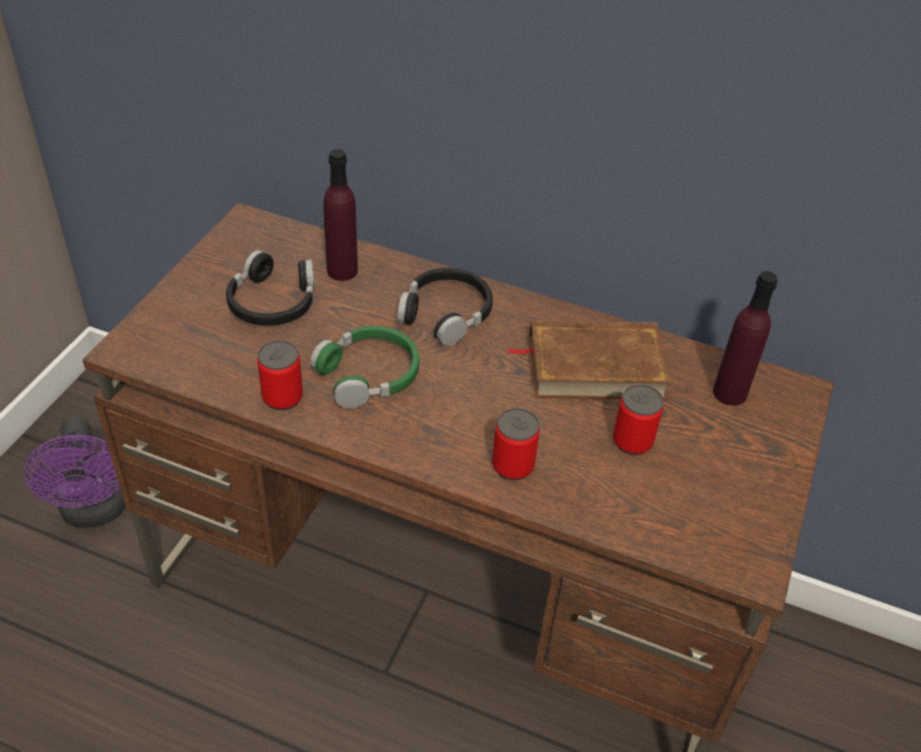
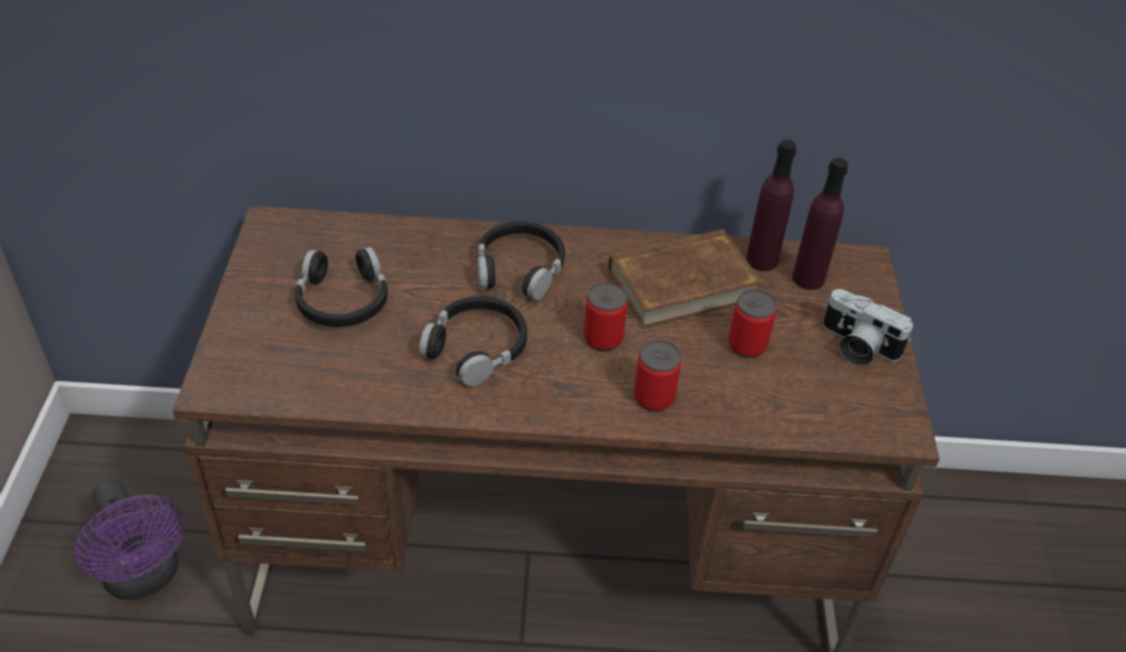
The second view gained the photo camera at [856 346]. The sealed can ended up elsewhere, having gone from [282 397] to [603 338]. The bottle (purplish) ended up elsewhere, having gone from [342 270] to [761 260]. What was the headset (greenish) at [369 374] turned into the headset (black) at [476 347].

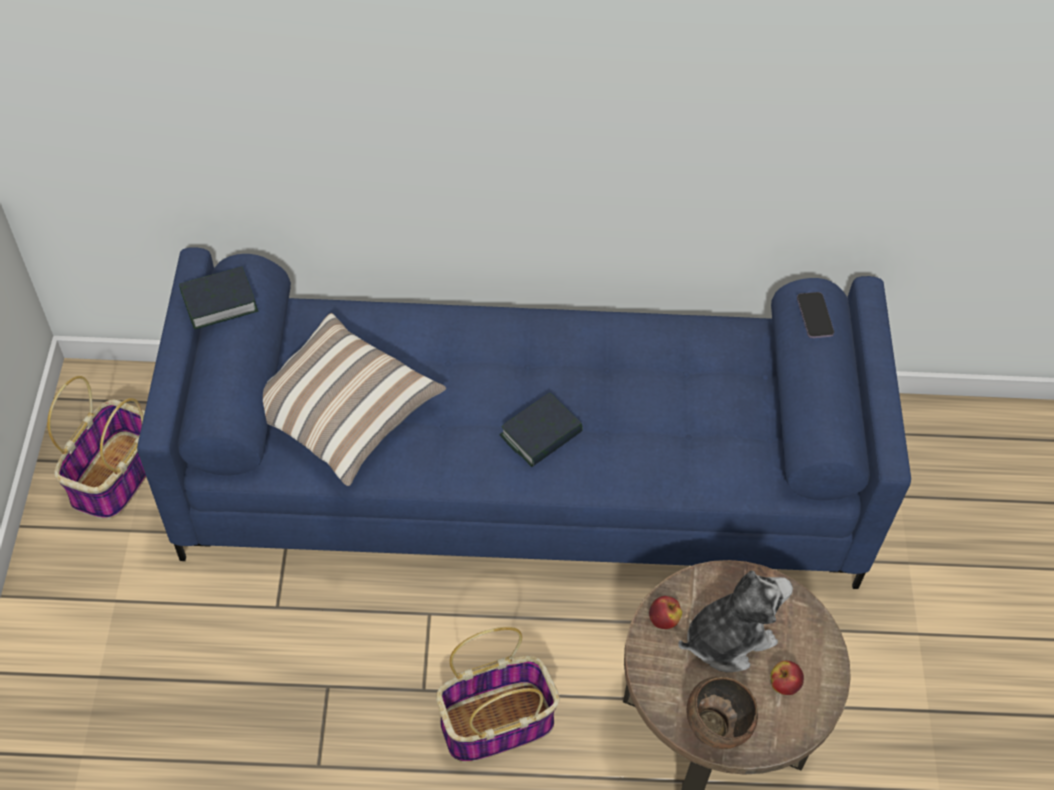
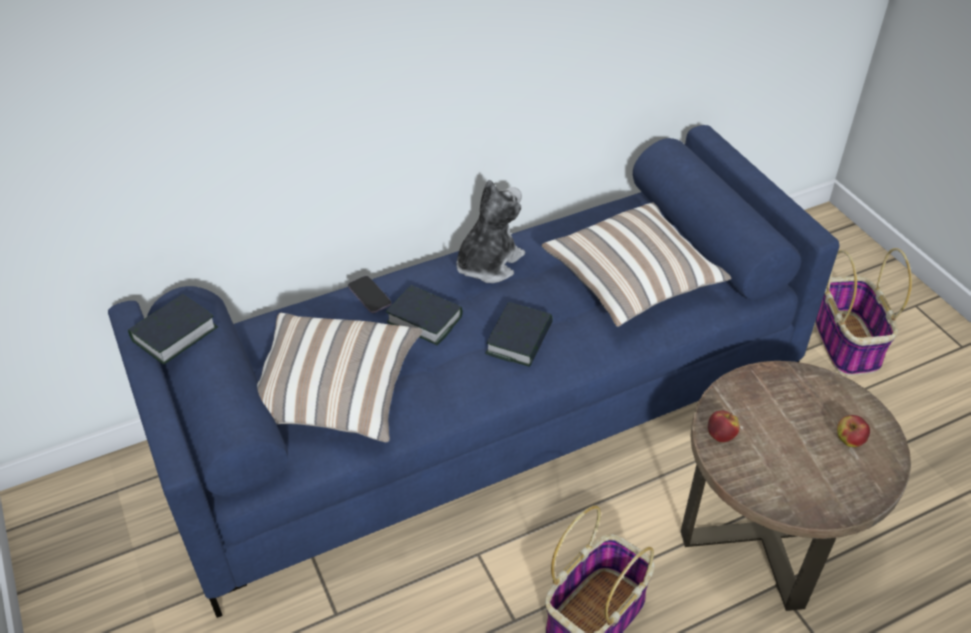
The second view lost the bowl (brown-coloured) at [715 728]. The second view gained the book at [424 319]. The second view gained the cushion at [632 282]. The basket ended up elsewhere, having gone from [115 478] to [847 344]. The soft toy ended up elsewhere, having gone from [727 637] to [488 263]. The telephone ended up elsewhere, having gone from [814 316] to [369 296].

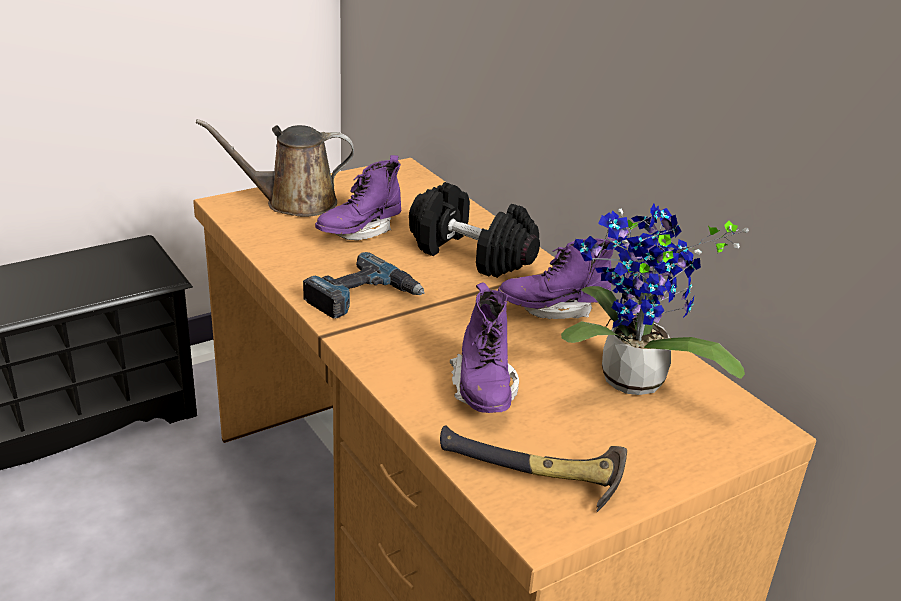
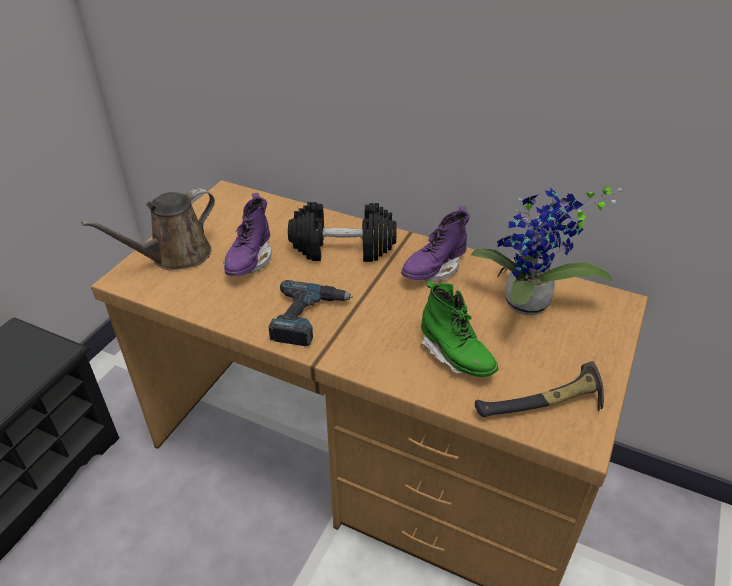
What was the boot (purplish) at [483 390] turned into the boot (greenish) at [455 356].

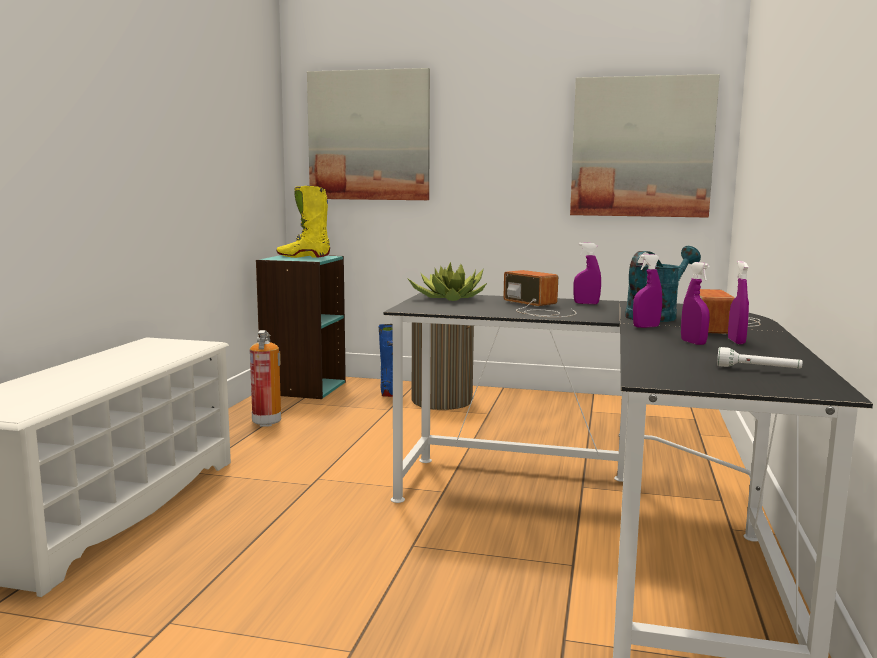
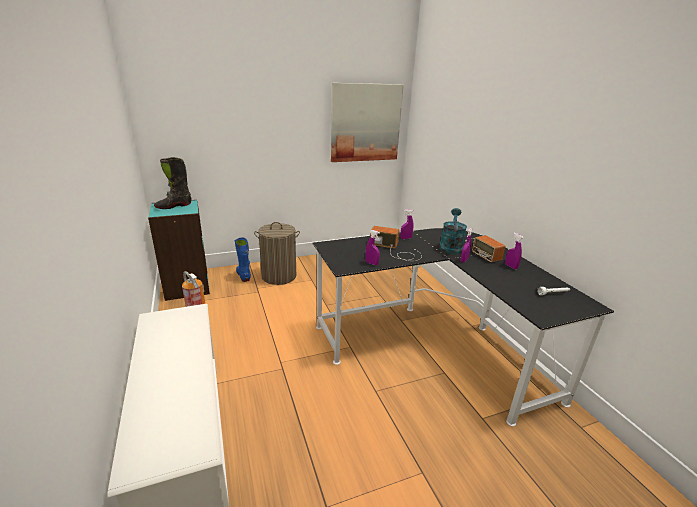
The second view lost the wall art at [369 136]. The second view lost the houseplant at [448 298]. The spray bottle (purplish) ended up elsewhere, having gone from [693 343] to [371 263]. What was the boot (yellow) at [303 256] turned into the boot (black) at [173 206].

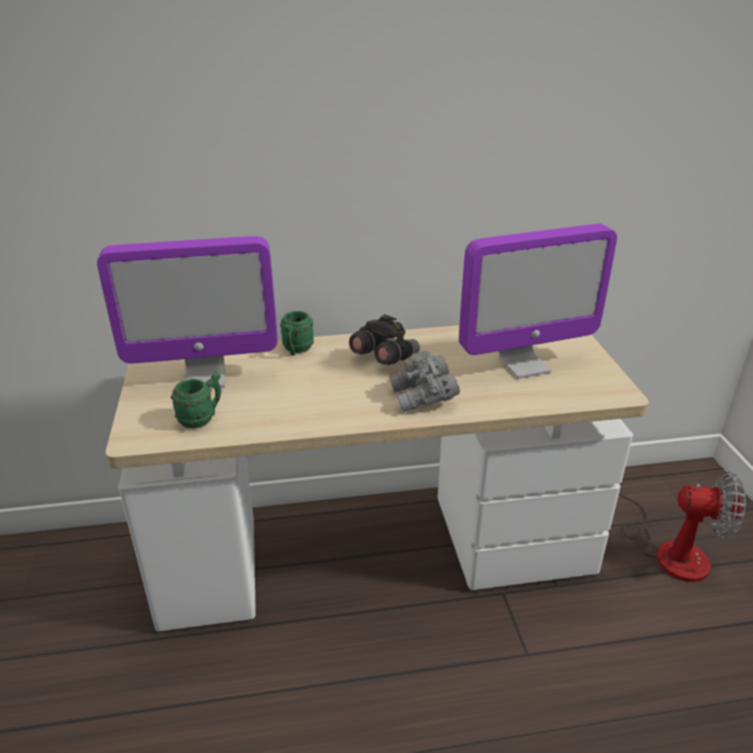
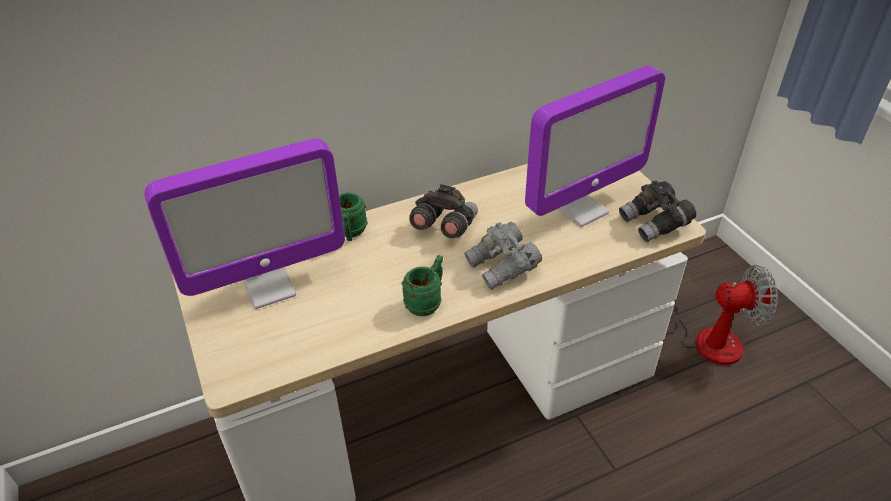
The second view gained the field glasses (greyish) at [654 224]. The mug (greenish) ended up elsewhere, having gone from [202 418] to [427 302].

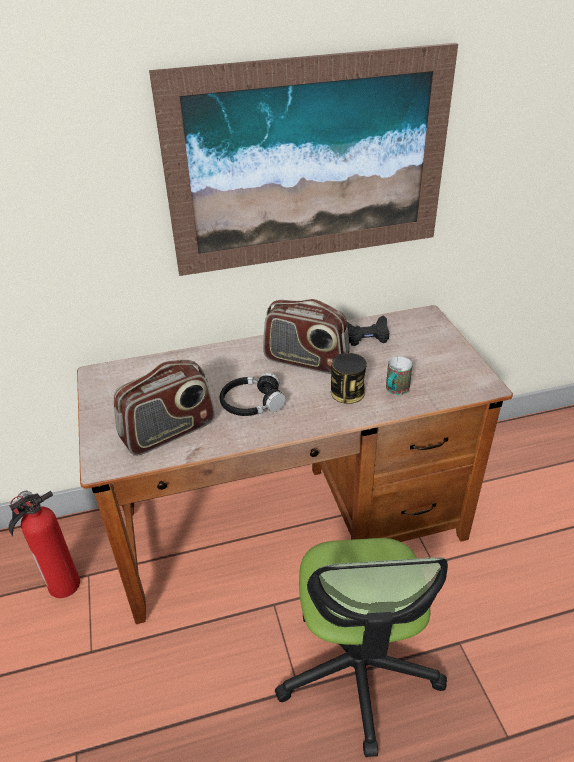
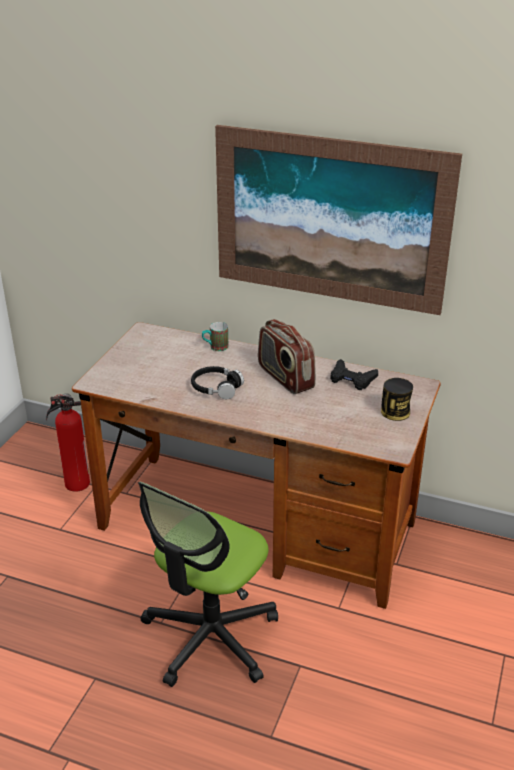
The second view lost the radio at [169 432]. The sealed can ended up elsewhere, having gone from [347 392] to [395 412]. The mug ended up elsewhere, having gone from [395 391] to [215 347].

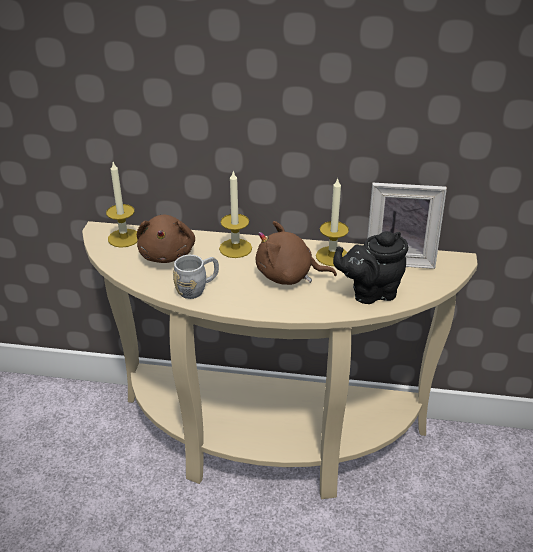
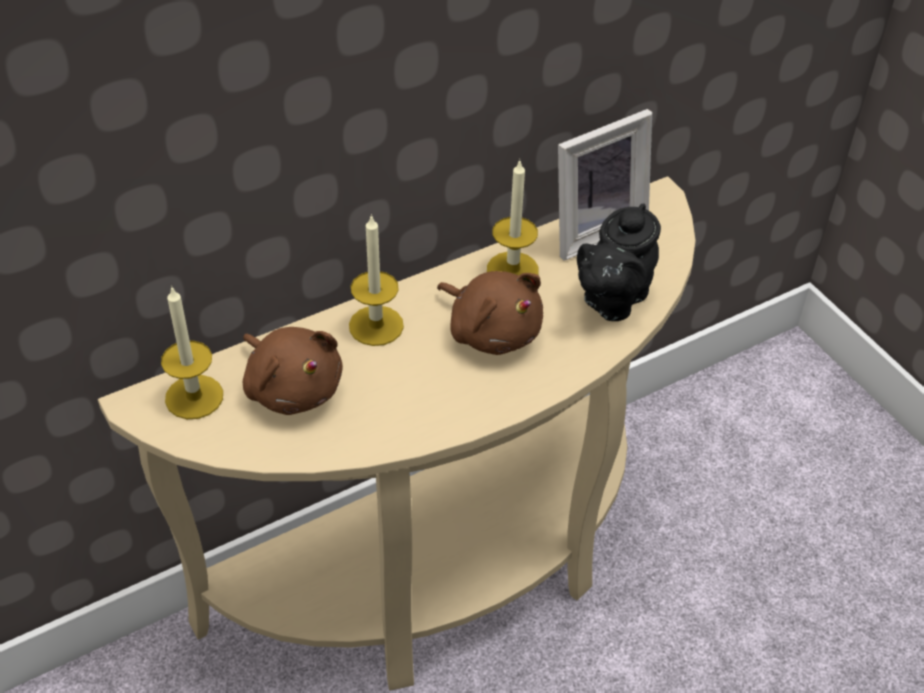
The second view lost the mug (greyish) at [197 288]. The soft toy (brown-coloured) at [288 276] ended up facing another way, 105 degrees counterclockwise from before.

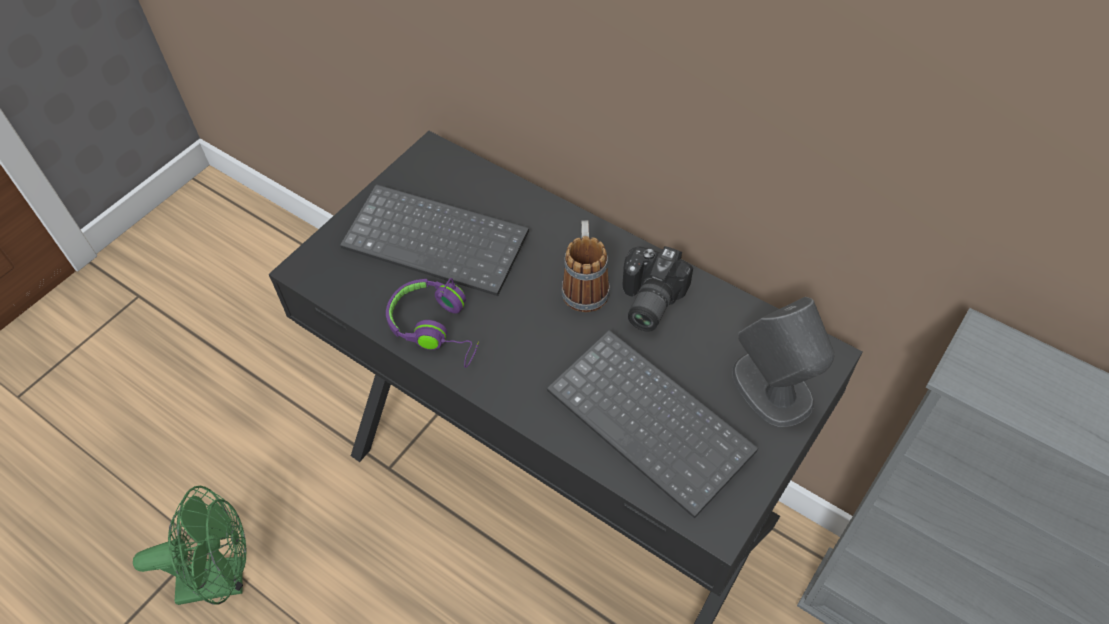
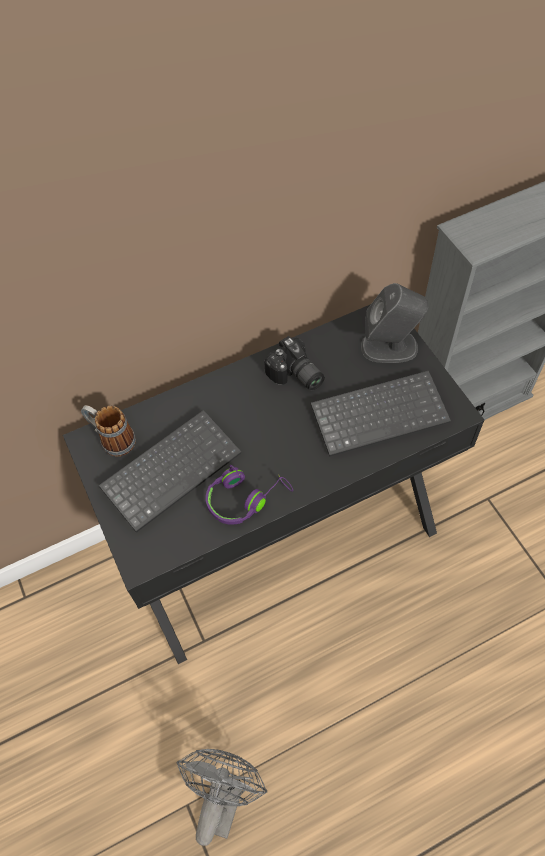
The mug ended up elsewhere, having gone from [585 285] to [112 439]. What was the fan (greenish) at [223 578] turned into the fan (greyish) at [223 795].

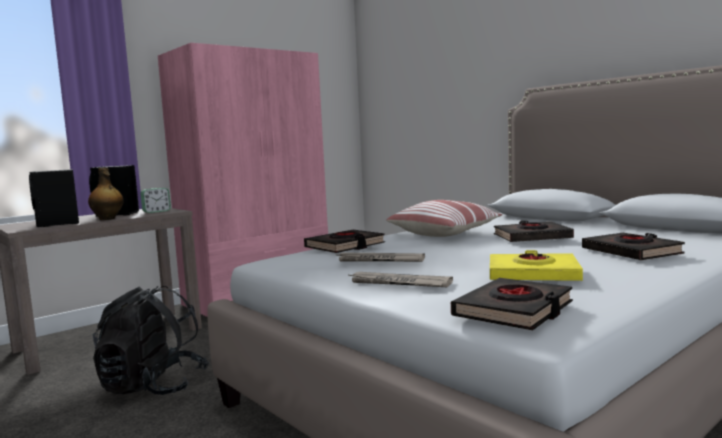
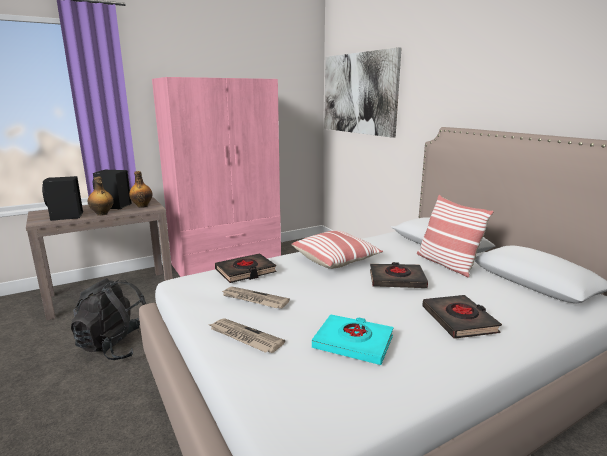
The second view lost the book (black) at [514 311]. The second view gained the wall art at [359 93]. The second view gained the cushion at [446 264]. Where the alarm clock stood at [156 211], the bottle came to stand at [142 206]. What was the book (yellow) at [533 274] turned into the book (turquoise-coloured) at [353 343].

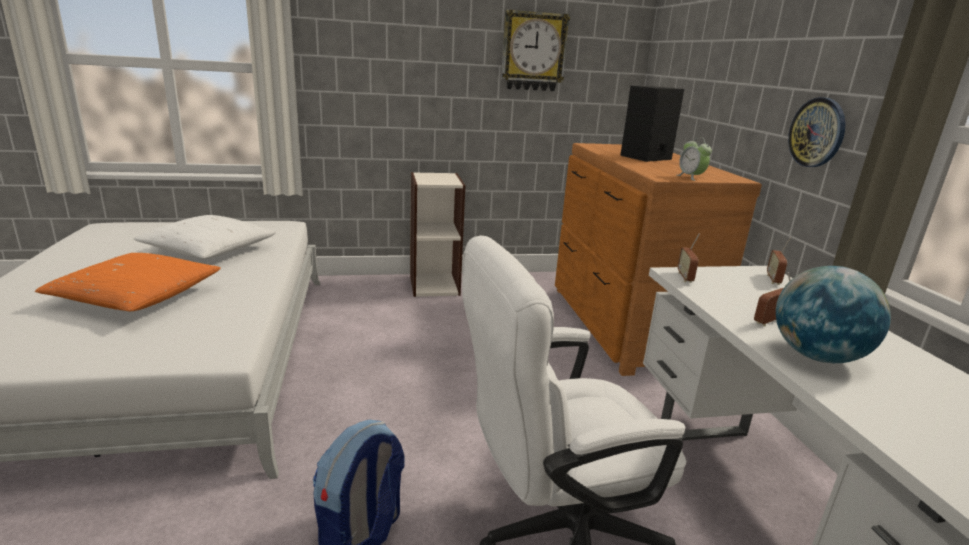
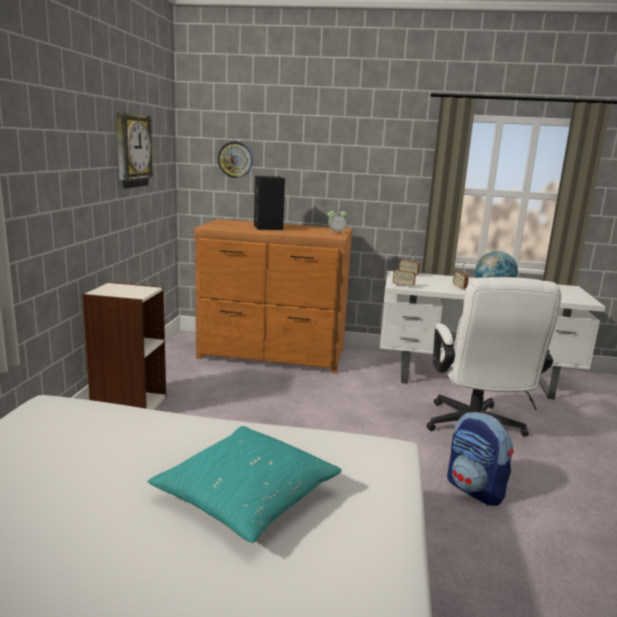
The second view lost the cushion (whitish) at [210 250]. The wall clock ended up elsewhere, having gone from [817 132] to [235 159]. What was the cushion (orange) at [137 297] turned into the cushion (turquoise-coloured) at [246 496].

